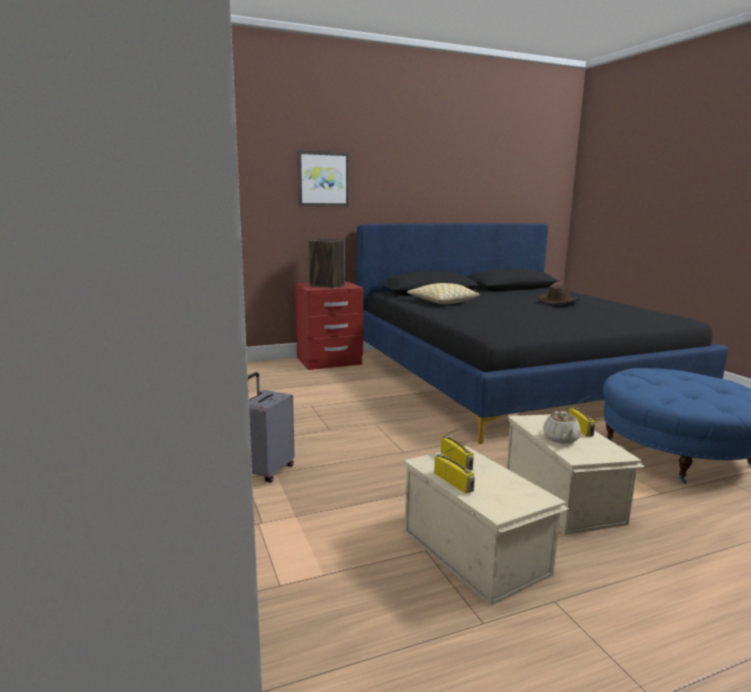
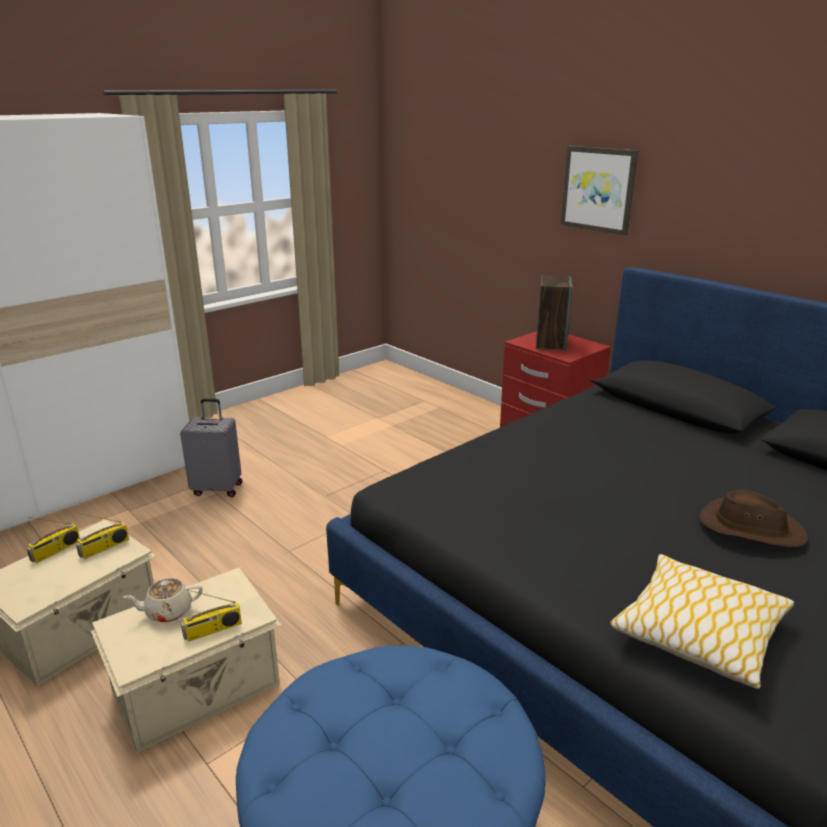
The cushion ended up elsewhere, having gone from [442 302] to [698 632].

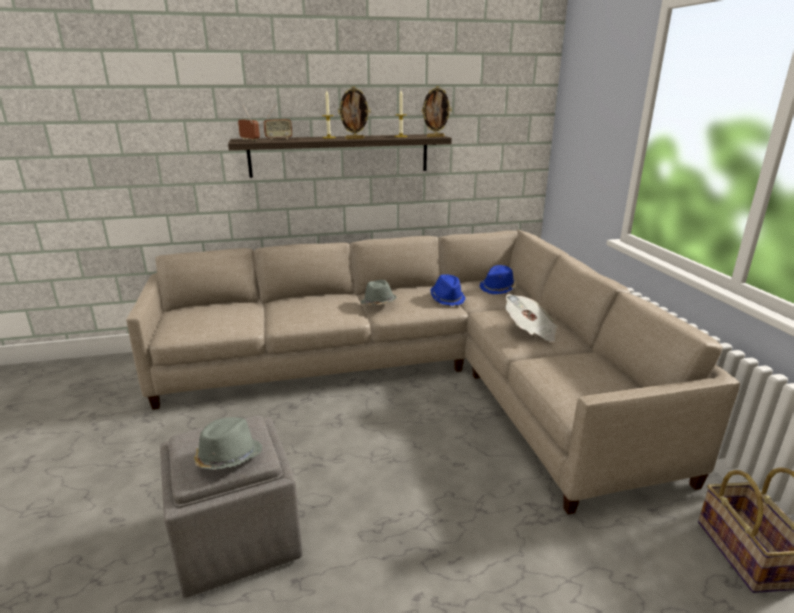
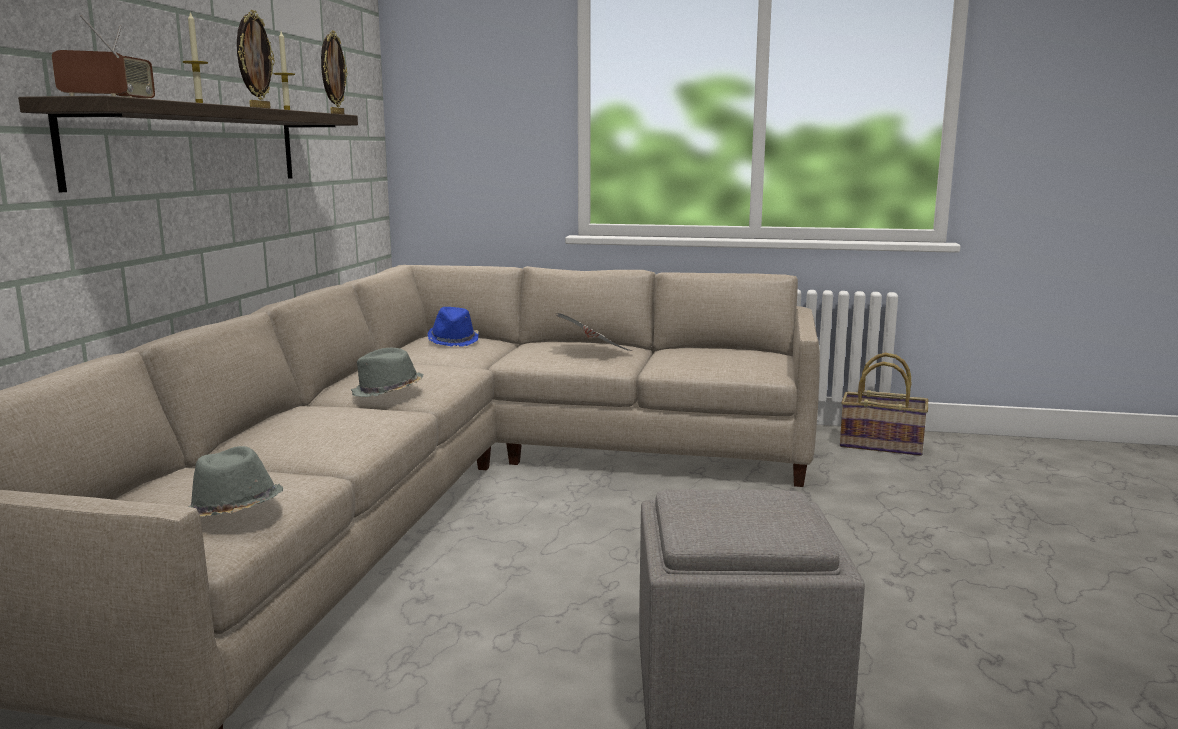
The second view lost the clothing hat (bluish) at [447 298]. The clothing hat (greyish) ended up elsewhere, having gone from [228 458] to [233 511].

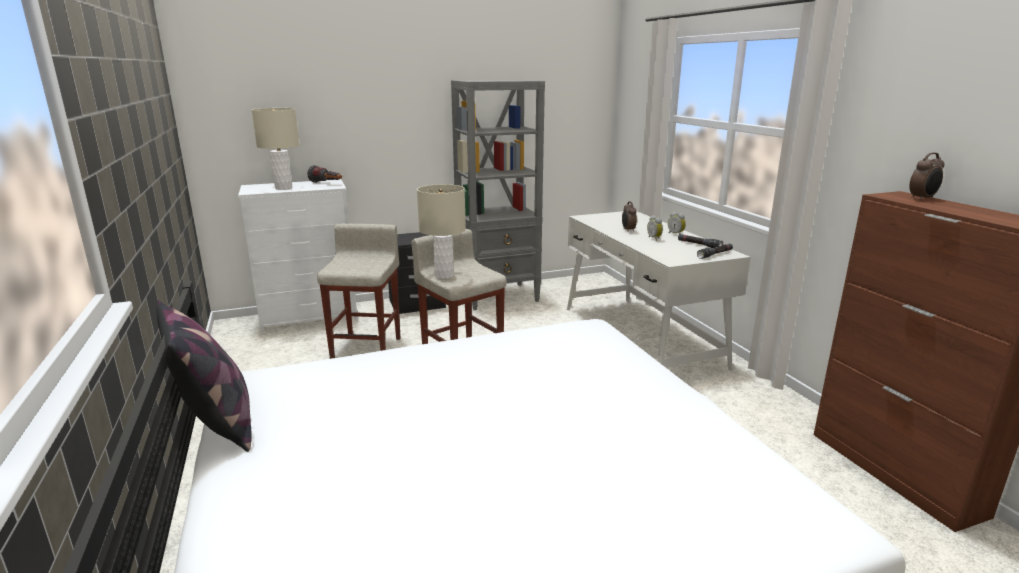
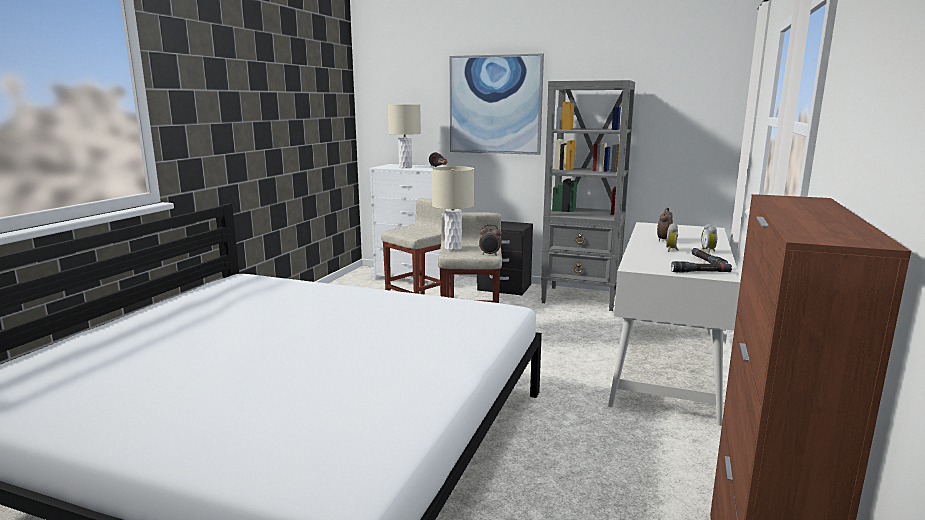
The second view lost the cushion at [218 425]. The second view gained the wall art at [495 105]. The alarm clock ended up elsewhere, having gone from [922 199] to [490 254].

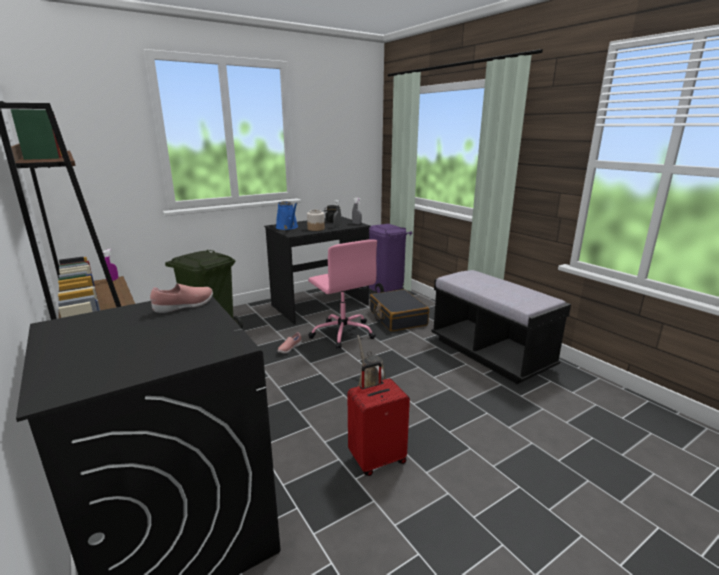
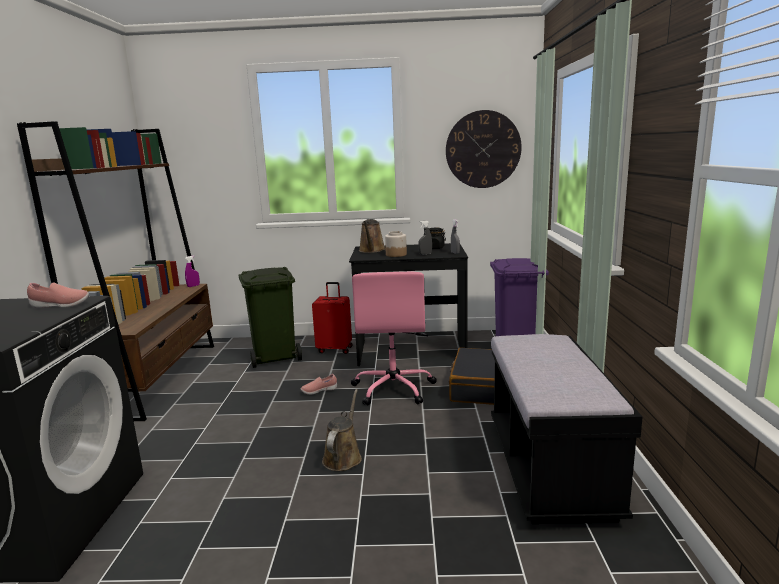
The second view gained the wall clock at [483 149]. The suitcase (reddish) ended up elsewhere, having gone from [377 459] to [335 349]. What was the watering can (bluish) at [288 227] turned into the watering can (brown-coloured) at [371 250].

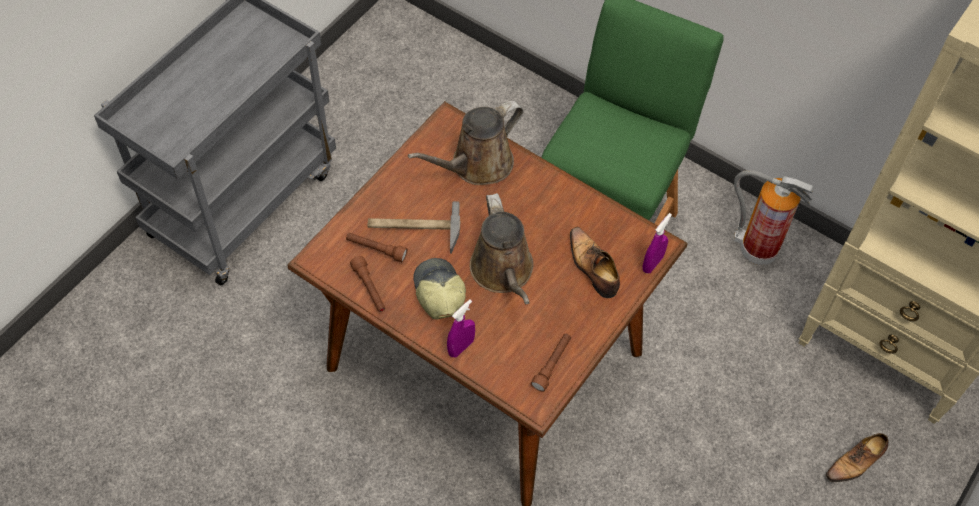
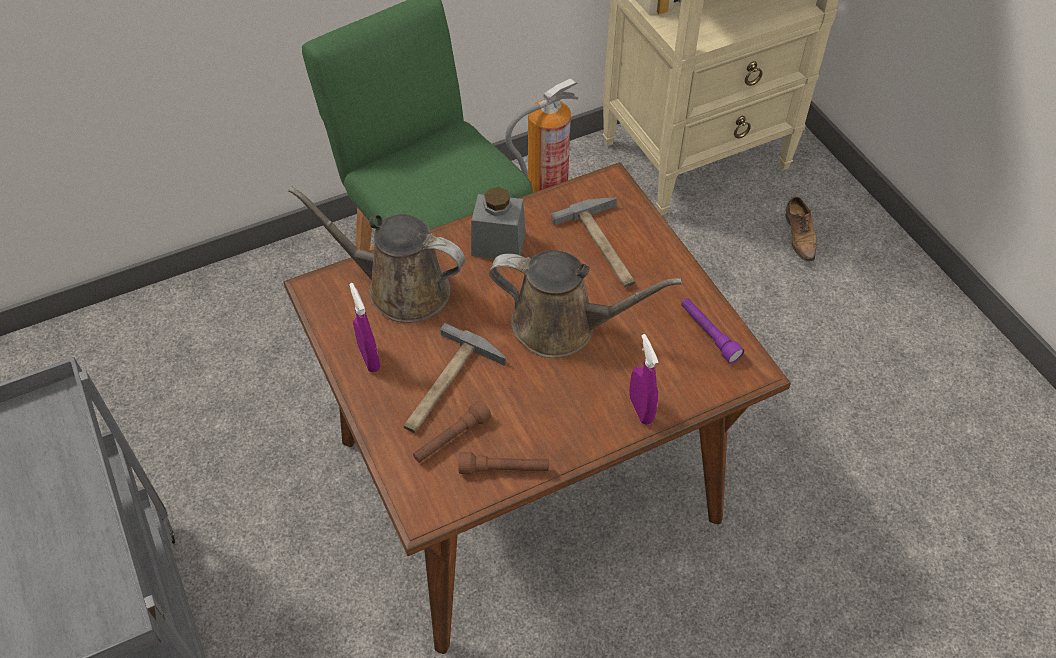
The second view lost the cap at [438 292]. The second view gained the storage jar (greyish) at [498 244]. The spray bottle (purplish) ended up elsewhere, having gone from [652 263] to [369 358]. Where the item of footwear stood at [592 267], the tool hammer came to stand at [605 247]. What was the hand torch (brown-coloured) at [552 364] turned into the hand torch (purplish) at [708 334]. The watering can (brown-coloured) at [477 165] ended up facing another way, 120 degrees clockwise from before.

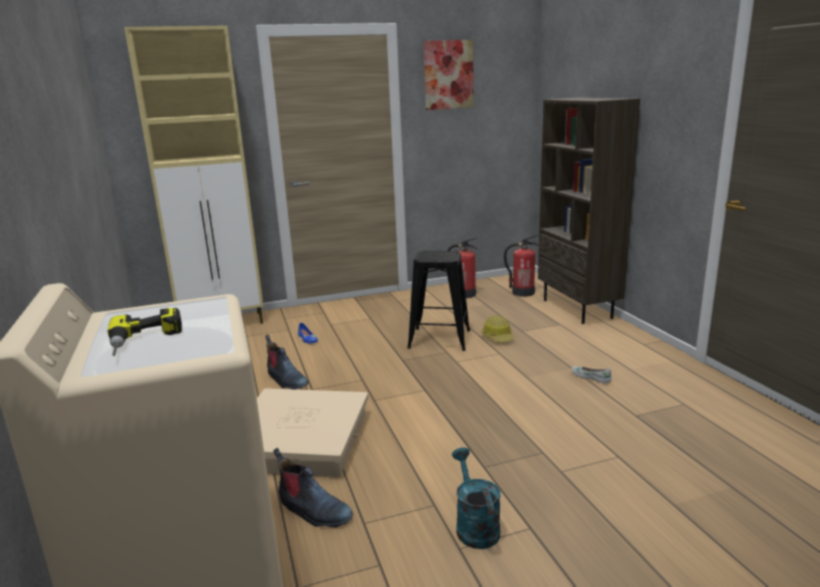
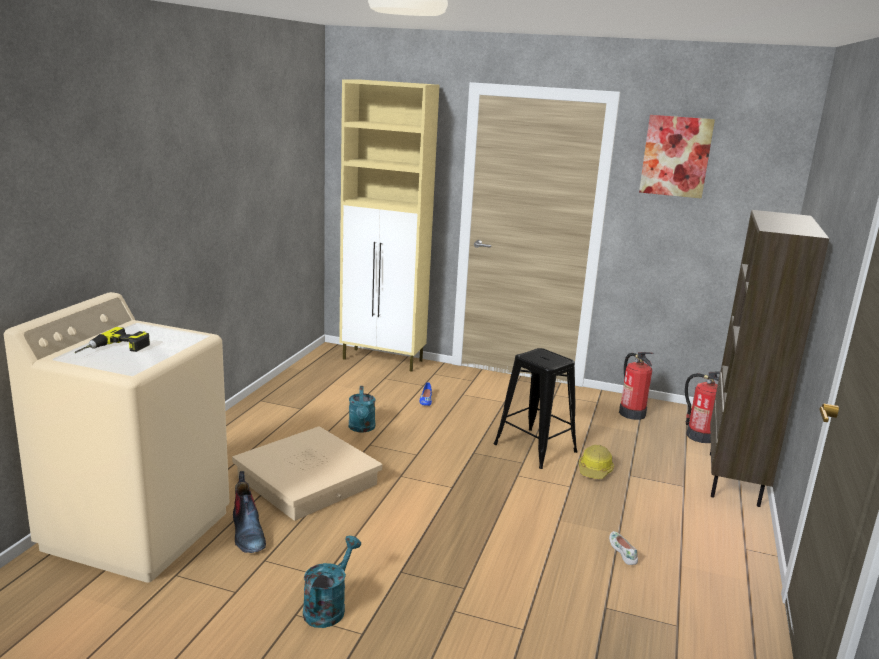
Where the boot stood at [286 380], the watering can (turquoise-coloured) came to stand at [362 428].

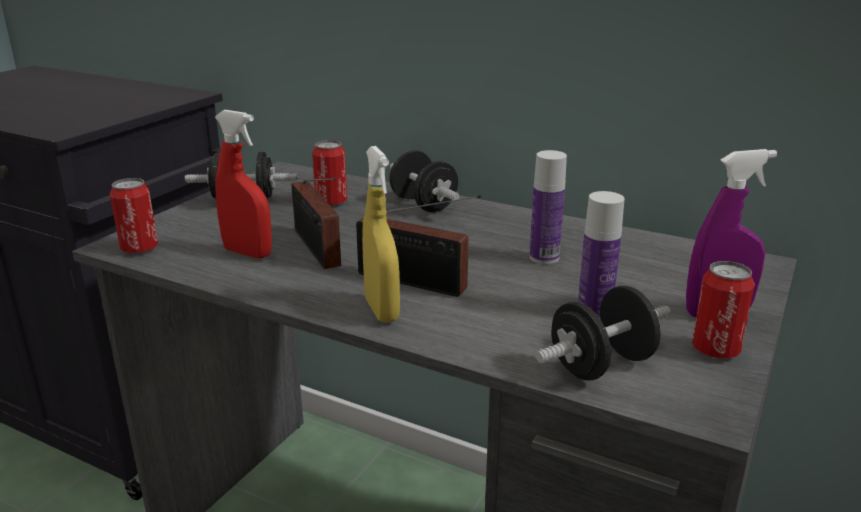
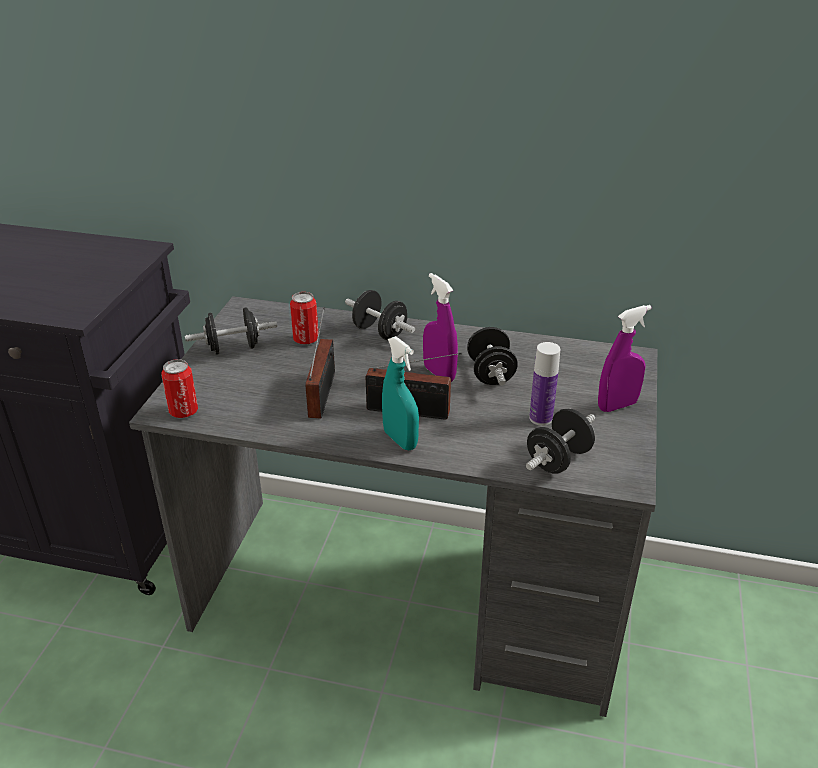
The second view lost the spray bottle (reddish) at [248 253]. The second view lost the sealed can at [715 350]. The second view gained the spray bottle (purplish) at [439 374]. Where the bottle stood at [544 257], the dumbbell (black) came to stand at [490 373]. What was the spray bottle (yellow) at [381 310] turned into the spray bottle (turquoise-coloured) at [400 440]. The radio at [317 250] ended up facing another way, 135 degrees counterclockwise from before.

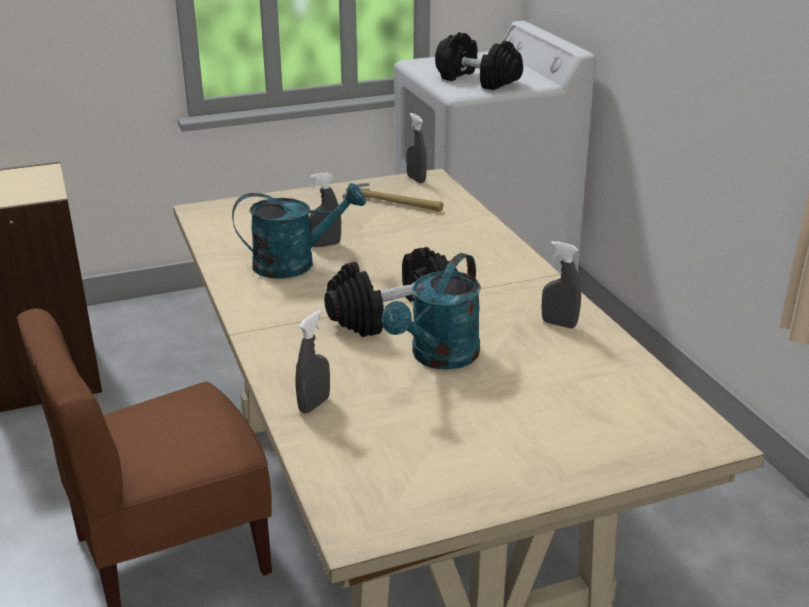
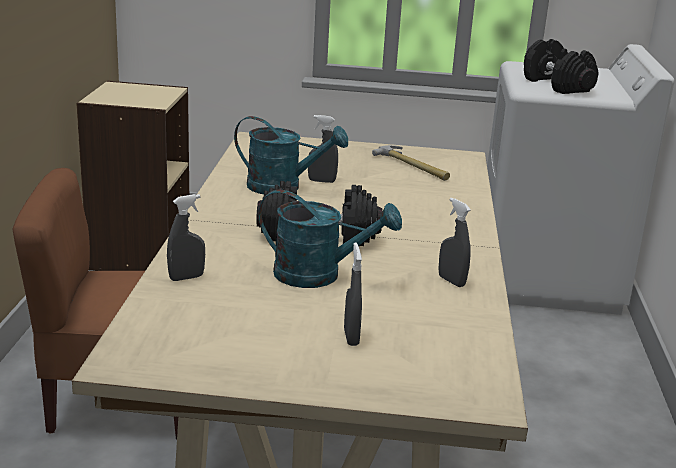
The spray bottle (greyish) ended up elsewhere, having gone from [416 179] to [351 337]. The watering can (turquoise-coloured) at [438 358] ended up facing another way, 135 degrees counterclockwise from before.

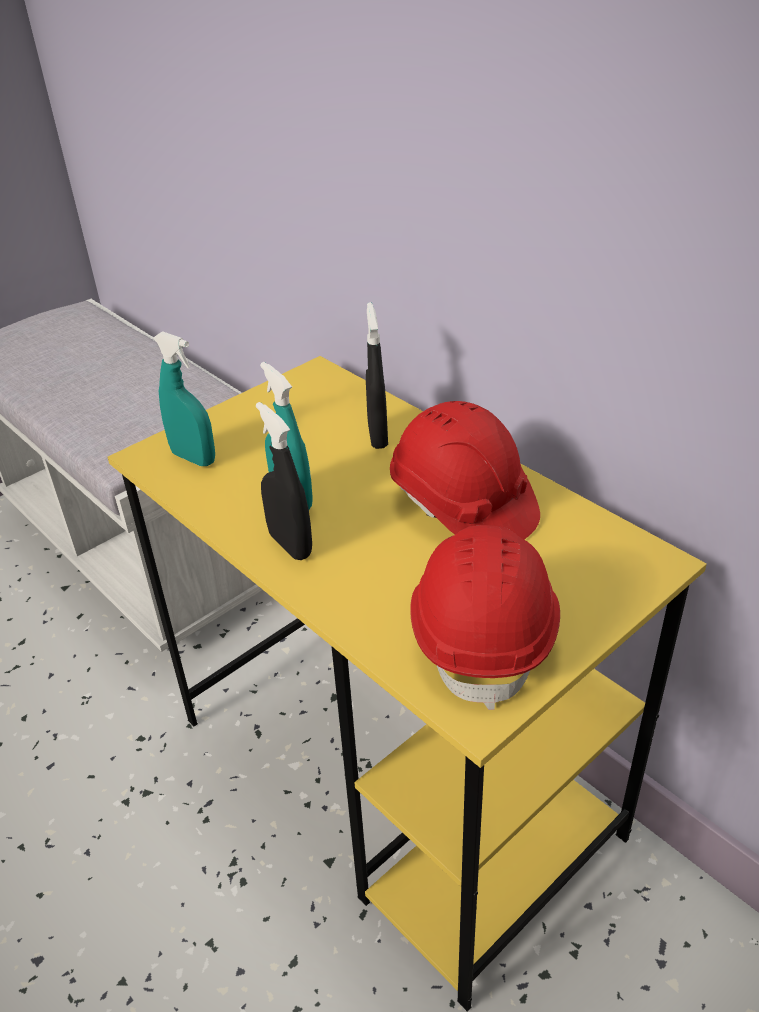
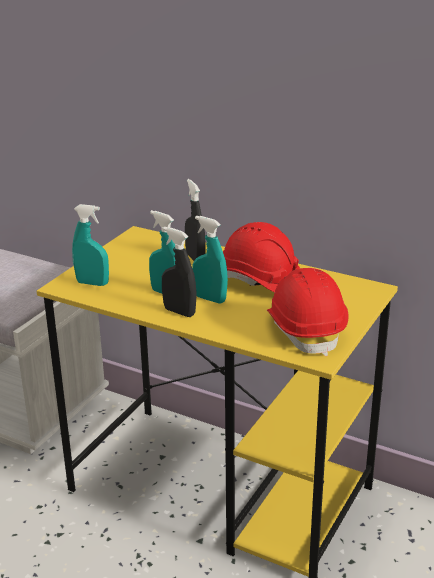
The second view gained the spray bottle (turquoise-coloured) at [210 299].

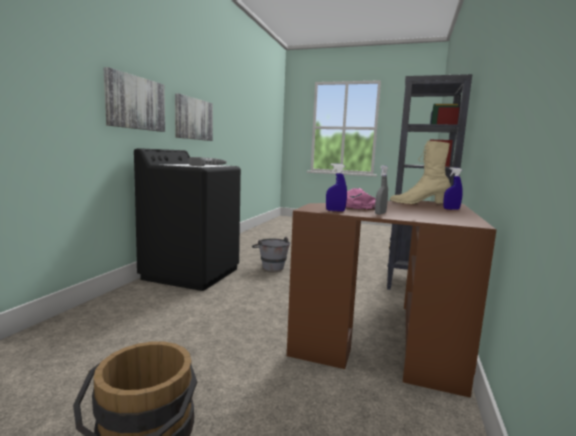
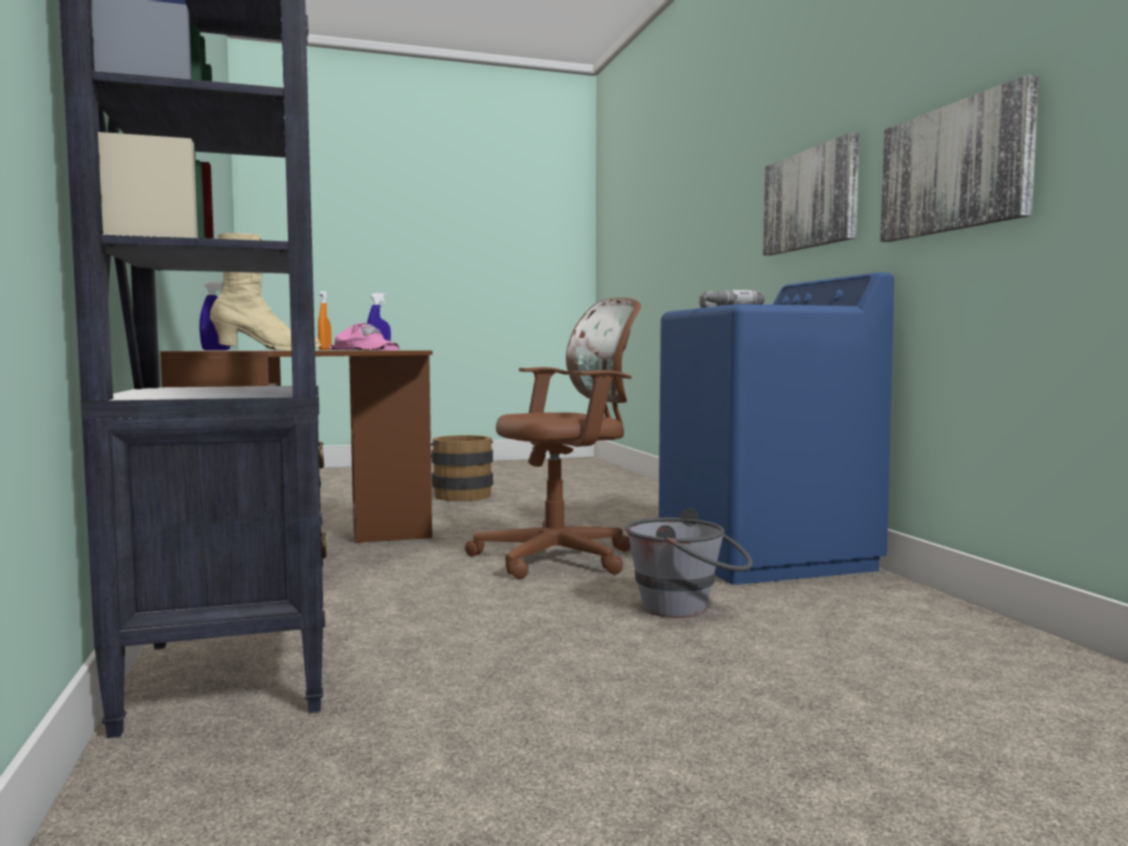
The second view gained the desk chair (brown-coloured) at [562 558]. What was the laundry machine (black) at [191 273] turned into the laundry machine (bluish) at [765 557]. What was the spray bottle (greyish) at [380 213] turned into the spray bottle (orange) at [325 350].

